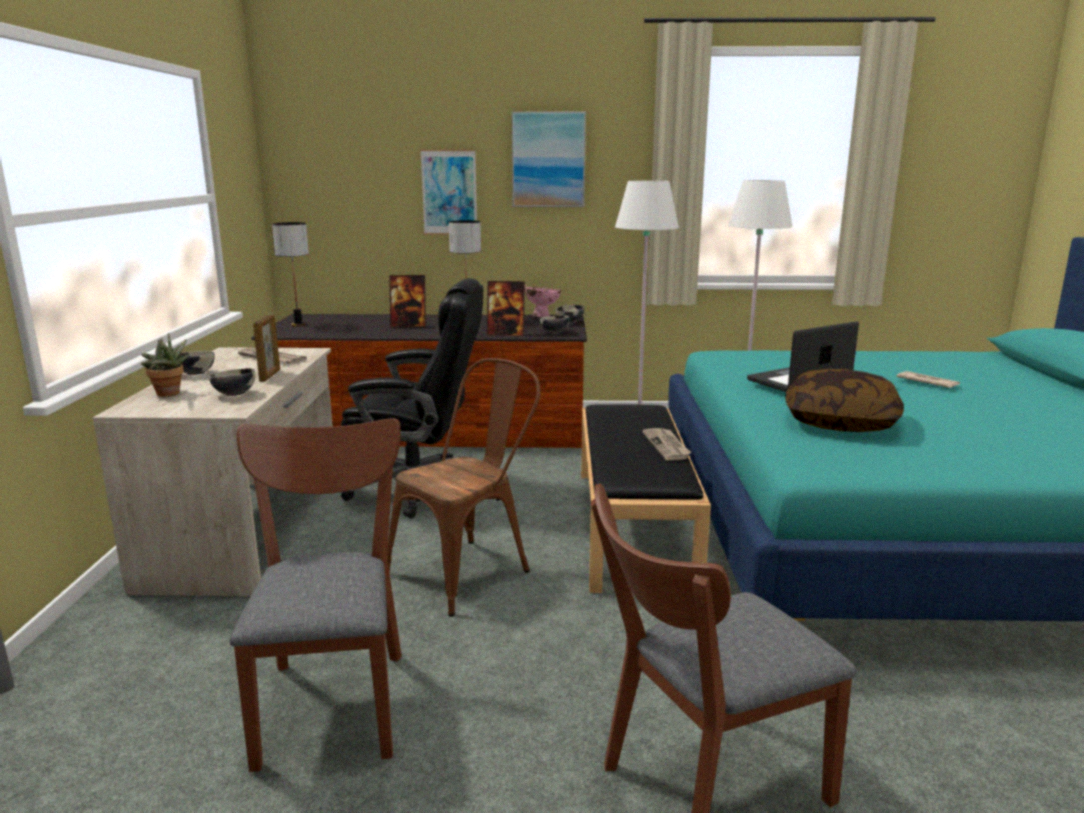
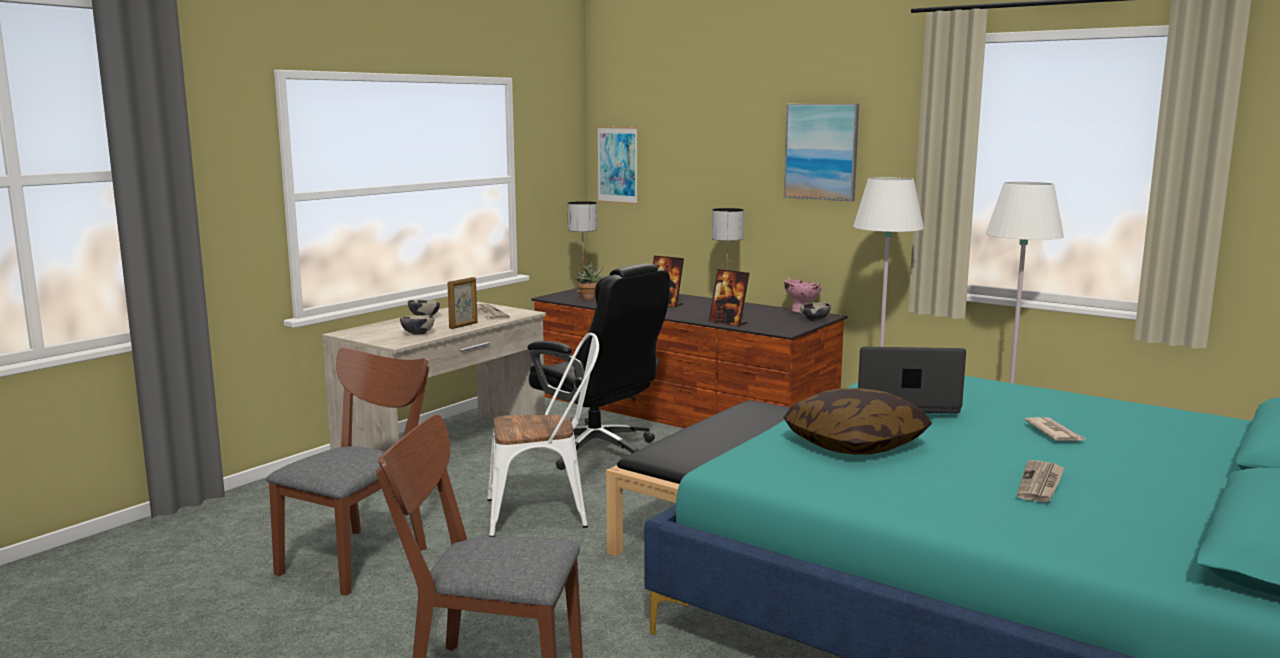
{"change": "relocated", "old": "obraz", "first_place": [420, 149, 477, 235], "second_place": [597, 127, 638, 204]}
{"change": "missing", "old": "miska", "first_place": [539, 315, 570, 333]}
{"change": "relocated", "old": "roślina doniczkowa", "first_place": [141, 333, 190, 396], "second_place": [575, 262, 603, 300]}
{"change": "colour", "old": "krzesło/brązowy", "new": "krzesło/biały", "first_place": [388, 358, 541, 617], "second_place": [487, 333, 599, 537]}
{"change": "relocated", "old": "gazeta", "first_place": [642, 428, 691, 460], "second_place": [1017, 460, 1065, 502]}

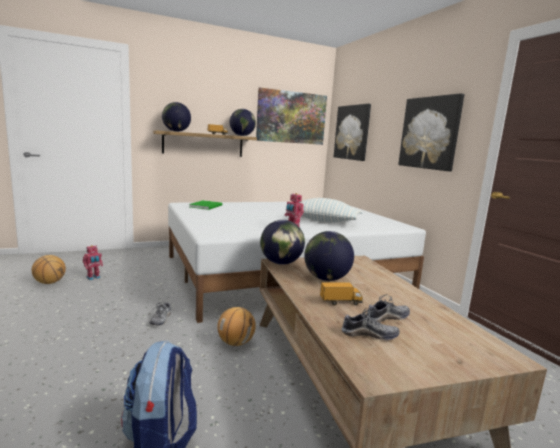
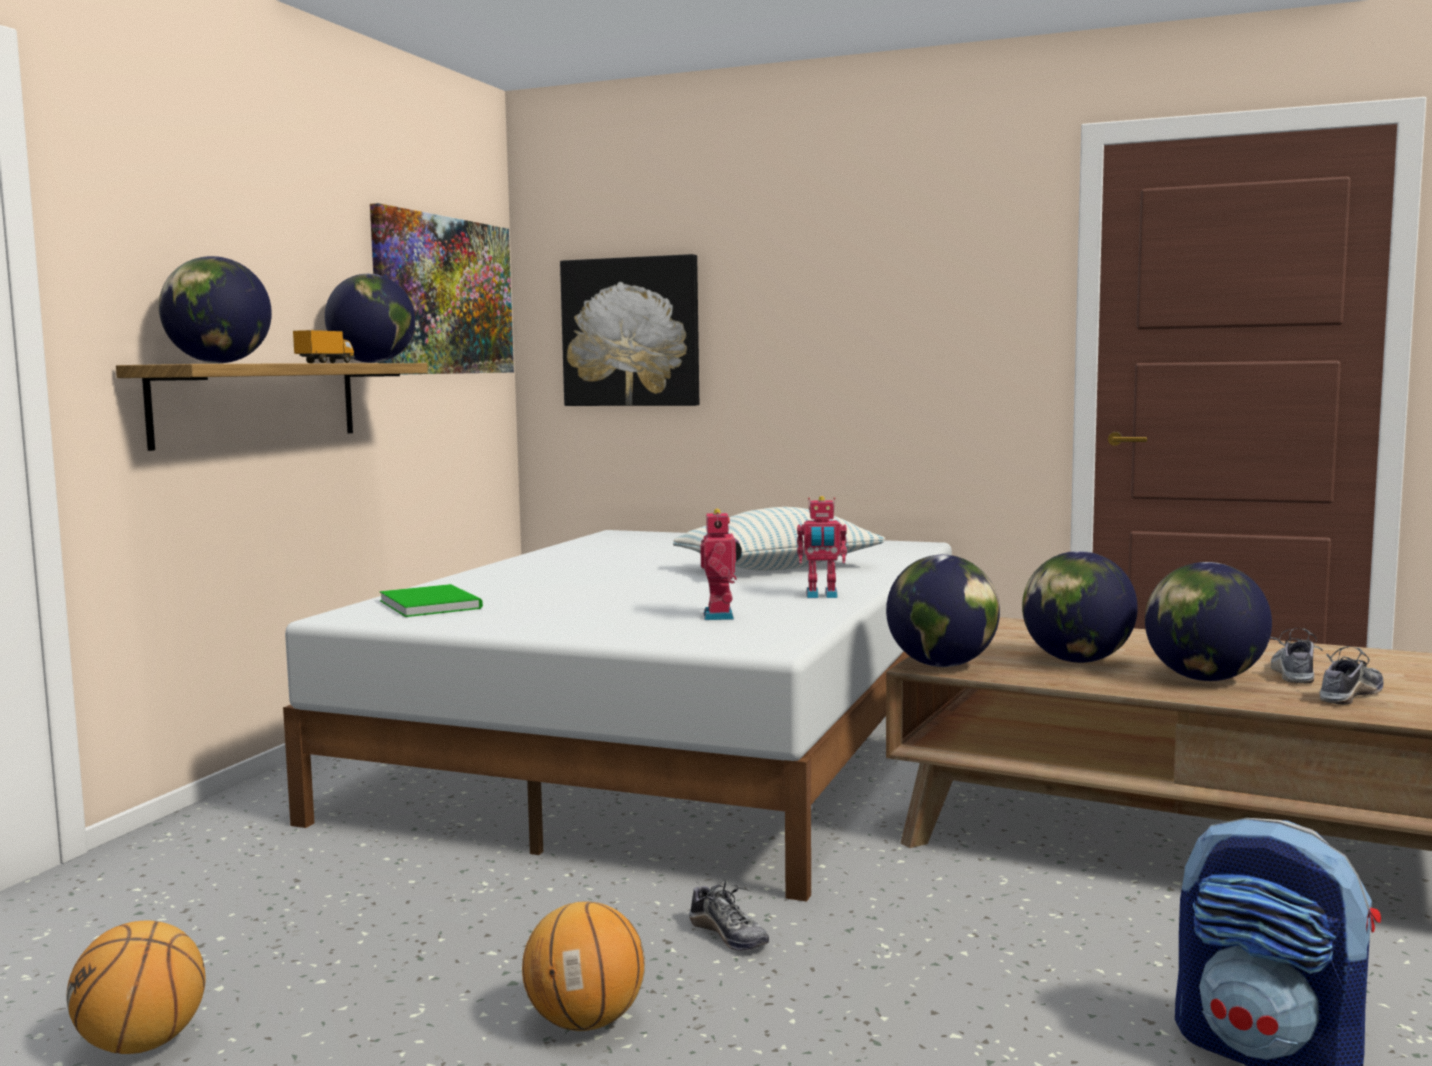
{"change": "missing", "old": "obraz", "first_place": [398, 93, 464, 171]}
{"change": "relocated", "old": "robot zabawkowy", "first_place": [83, 245, 103, 280], "second_place": [700, 509, 742, 620]}
{"change": "exchanged", "old": "ciężarówka zabawkowa", "new": "globus", "first_place": [320, 282, 363, 305], "second_place": [1145, 562, 1272, 681]}
{"change": "relocated", "old": "piłka do koszykówki", "first_place": [217, 307, 256, 346], "second_place": [522, 901, 645, 1031]}

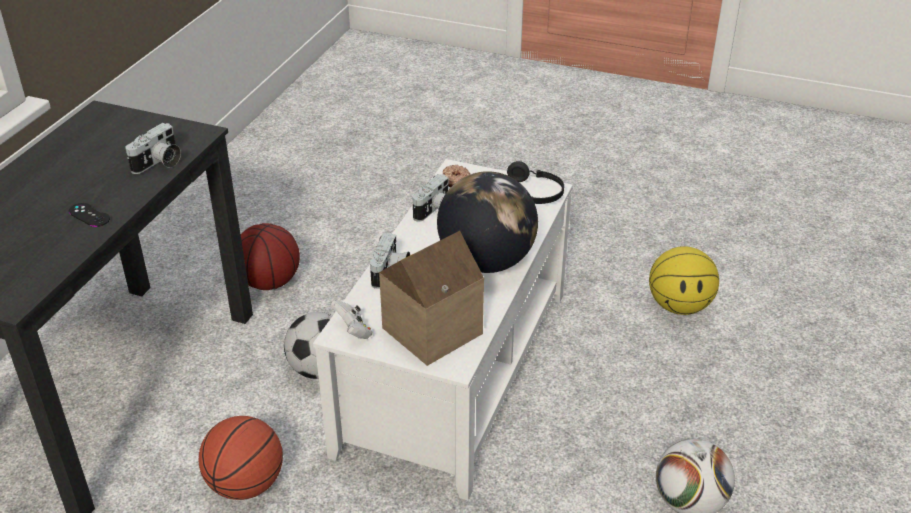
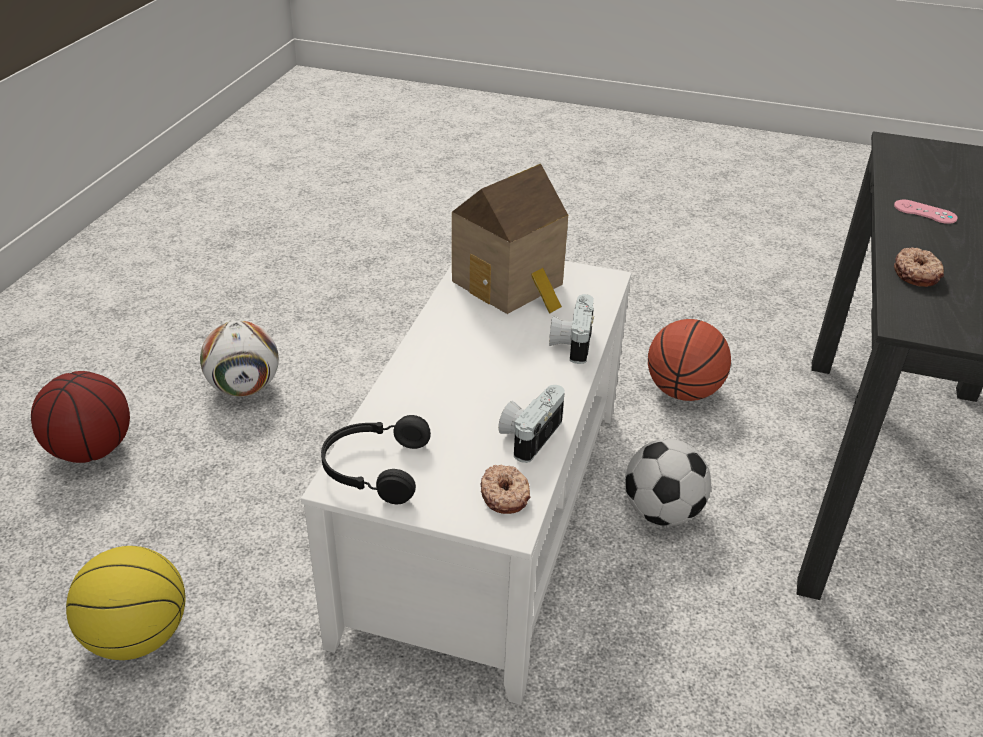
{"change": "exchanged", "old": "aparat fotograficzny", "new": "donut", "first_place": [125, 123, 181, 174], "second_place": [894, 247, 944, 287]}
{"change": "missing", "old": "globus", "first_place": [437, 171, 538, 273]}
{"change": "colour", "old": "pad do gier/czarny", "new": "pad do gier/różowy", "first_place": [69, 203, 110, 227], "second_place": [894, 200, 958, 224]}
{"change": "relocated", "old": "piłka do koszykówki", "first_place": [241, 223, 300, 290], "second_place": [31, 371, 130, 463]}
{"change": "missing", "old": "pad do gier/biały", "first_place": [331, 300, 372, 339]}

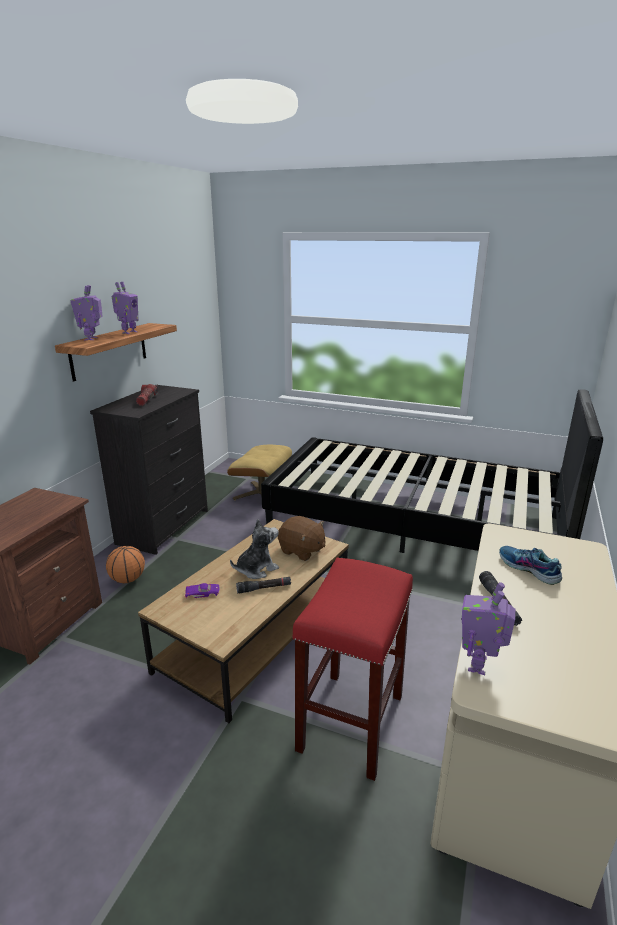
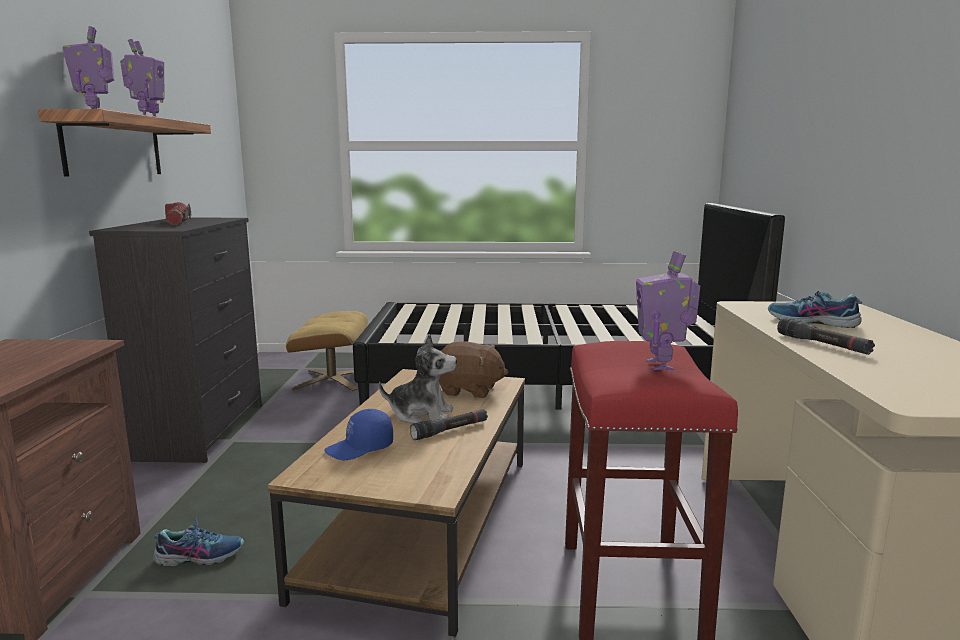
{"change": "spun", "old": "pluszak", "first_place": [230, 519, 279, 579], "second_place": [379, 334, 457, 424], "degrees": 60}
{"change": "missing", "old": "piłka do koszykówki", "first_place": [106, 546, 145, 583]}
{"change": "relocated", "old": "robot zabawkowy", "first_place": [462, 582, 515, 675], "second_place": [636, 251, 700, 370]}
{"change": "exchanged", "old": "samochodzik/fioletowy", "new": "czapka z daszkiem/niebieski", "first_place": [185, 583, 220, 598], "second_place": [324, 409, 393, 460]}
{"change": "appeared", "new": "but", "second_place": [153, 515, 244, 567]}

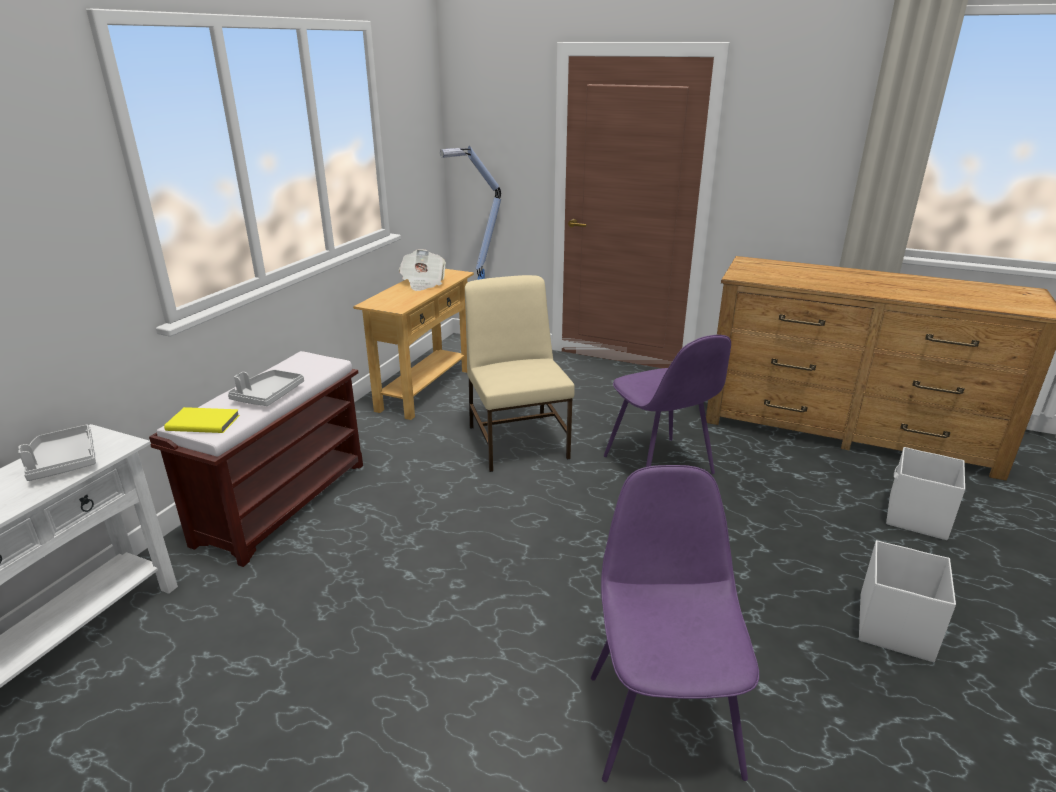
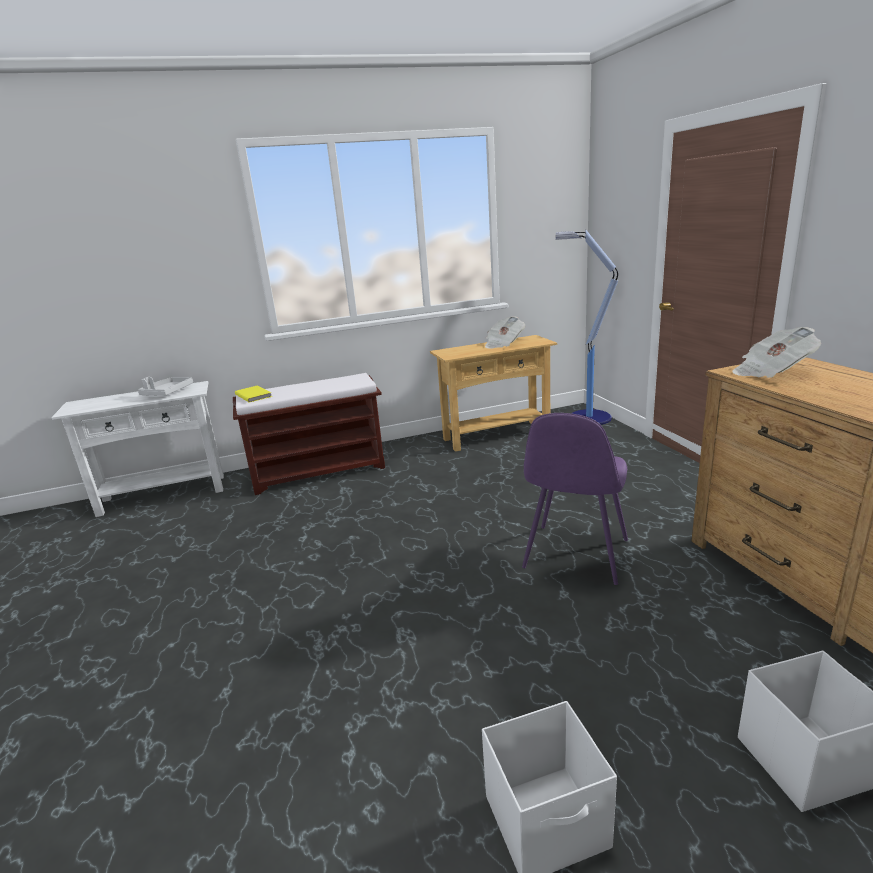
{"change": "missing", "old": "krzesło/beżowy", "first_place": [465, 275, 575, 472]}
{"change": "missing", "old": "taca/szary", "first_place": [228, 370, 304, 406]}
{"change": "missing", "old": "krzesło/fioletowy", "first_place": [591, 465, 759, 782]}
{"change": "appeared", "new": "gazeta", "second_place": [732, 327, 821, 378]}

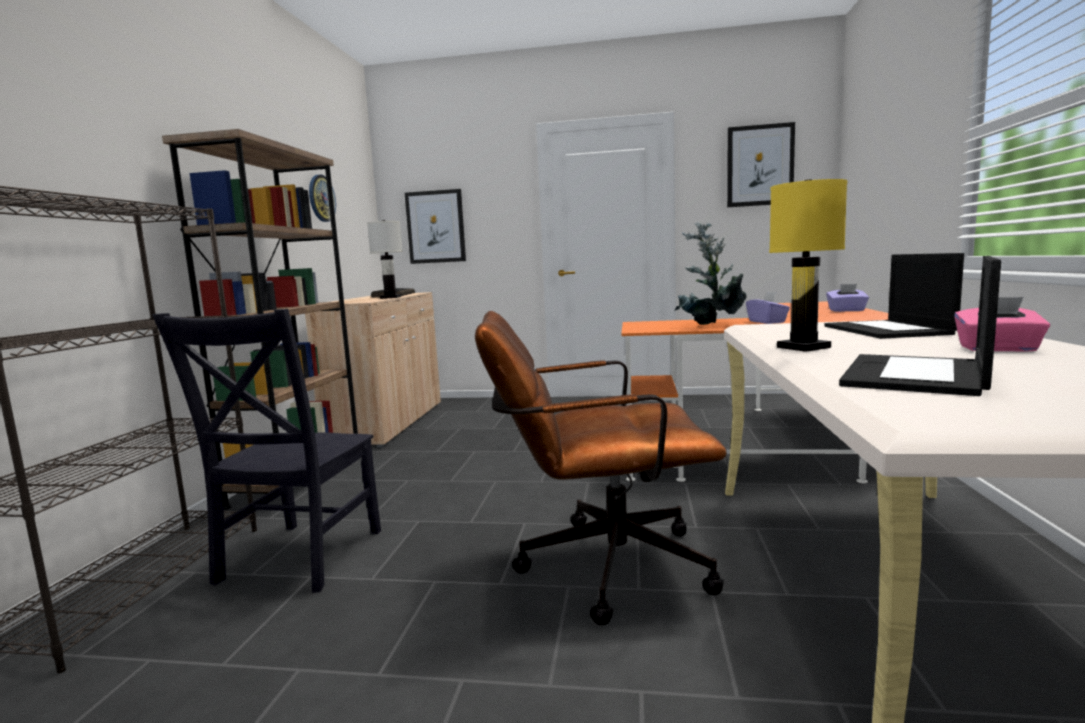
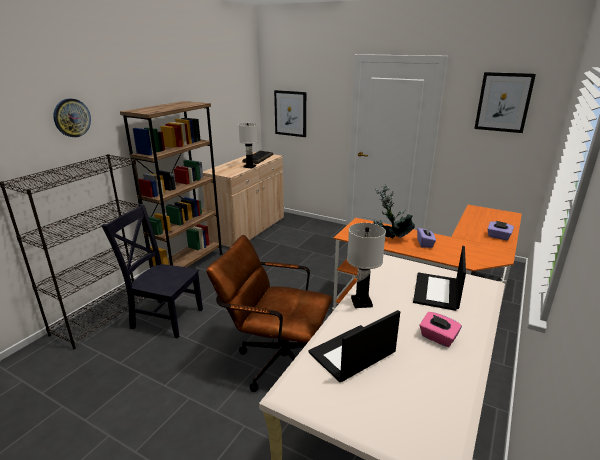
{"change": "relocated", "old": "zegar ścienny", "first_place": [309, 174, 336, 222], "second_place": [53, 98, 91, 137]}
{"change": "colour", "old": "lampa stołowa/żółty", "new": "lampa stołowa/biały", "first_place": [769, 179, 847, 352], "second_place": [347, 223, 386, 308]}
{"change": "spun", "old": "krzesło/czarny", "first_place": [152, 309, 381, 593], "second_place": [101, 204, 203, 338], "degrees": 75}

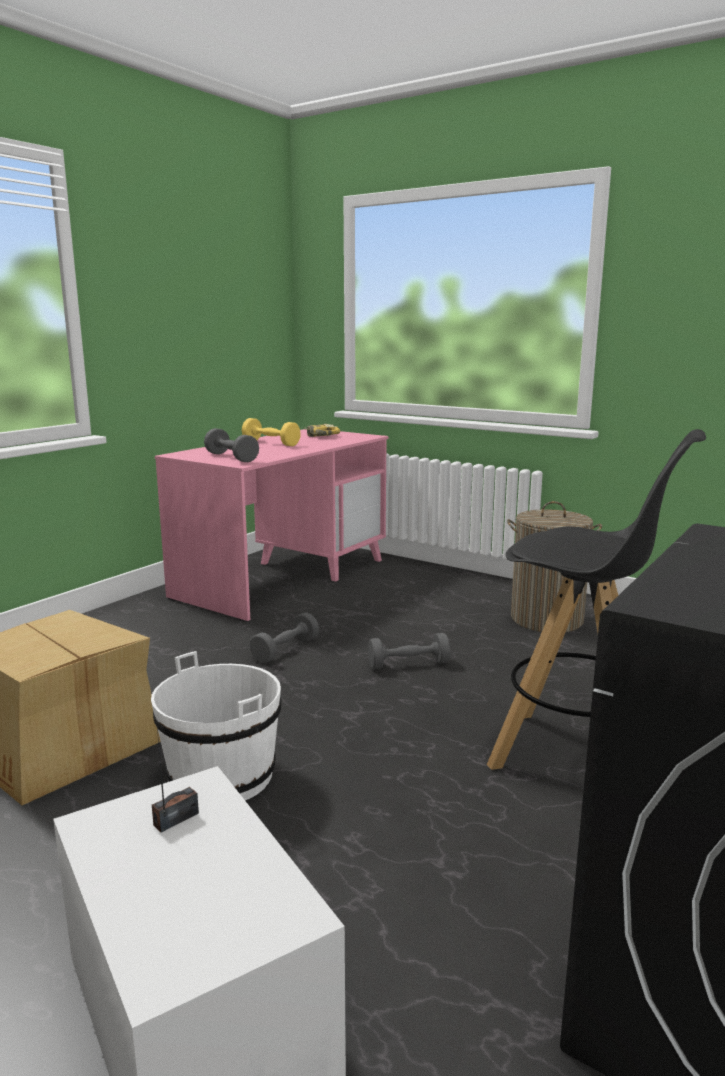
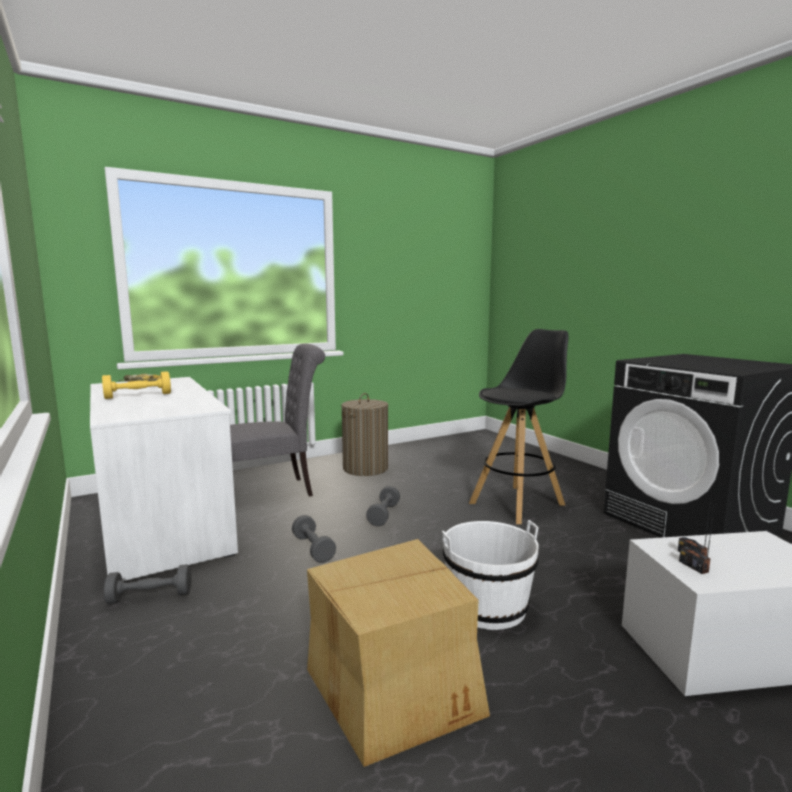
{"change": "relocated", "old": "hantel/szary", "first_place": [204, 428, 259, 462], "second_place": [104, 564, 191, 604]}
{"change": "colour", "old": "biurko/różowy", "new": "biurko/biały", "first_place": [155, 429, 388, 622], "second_place": [90, 377, 238, 582]}
{"change": "appeared", "new": "krzesło/szary", "second_place": [230, 343, 325, 497]}
{"change": "appeared", "new": "radio", "second_place": [679, 508, 714, 574]}

